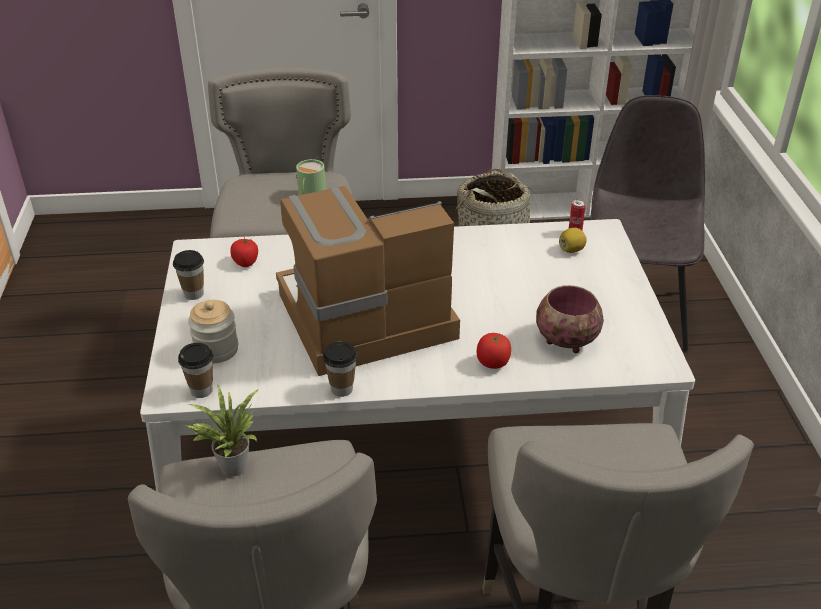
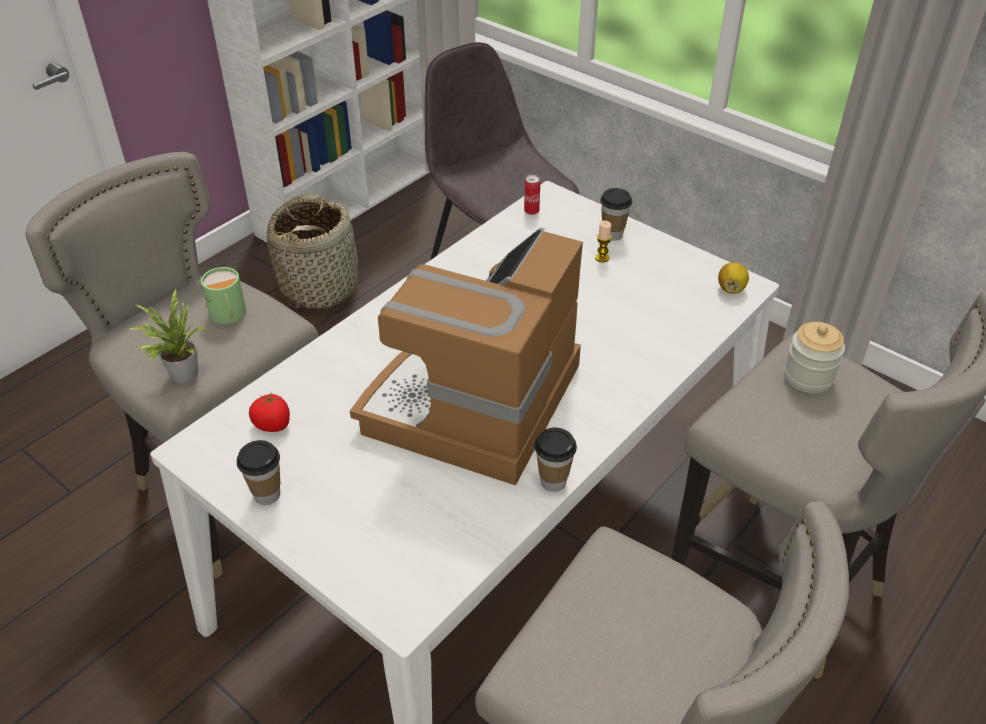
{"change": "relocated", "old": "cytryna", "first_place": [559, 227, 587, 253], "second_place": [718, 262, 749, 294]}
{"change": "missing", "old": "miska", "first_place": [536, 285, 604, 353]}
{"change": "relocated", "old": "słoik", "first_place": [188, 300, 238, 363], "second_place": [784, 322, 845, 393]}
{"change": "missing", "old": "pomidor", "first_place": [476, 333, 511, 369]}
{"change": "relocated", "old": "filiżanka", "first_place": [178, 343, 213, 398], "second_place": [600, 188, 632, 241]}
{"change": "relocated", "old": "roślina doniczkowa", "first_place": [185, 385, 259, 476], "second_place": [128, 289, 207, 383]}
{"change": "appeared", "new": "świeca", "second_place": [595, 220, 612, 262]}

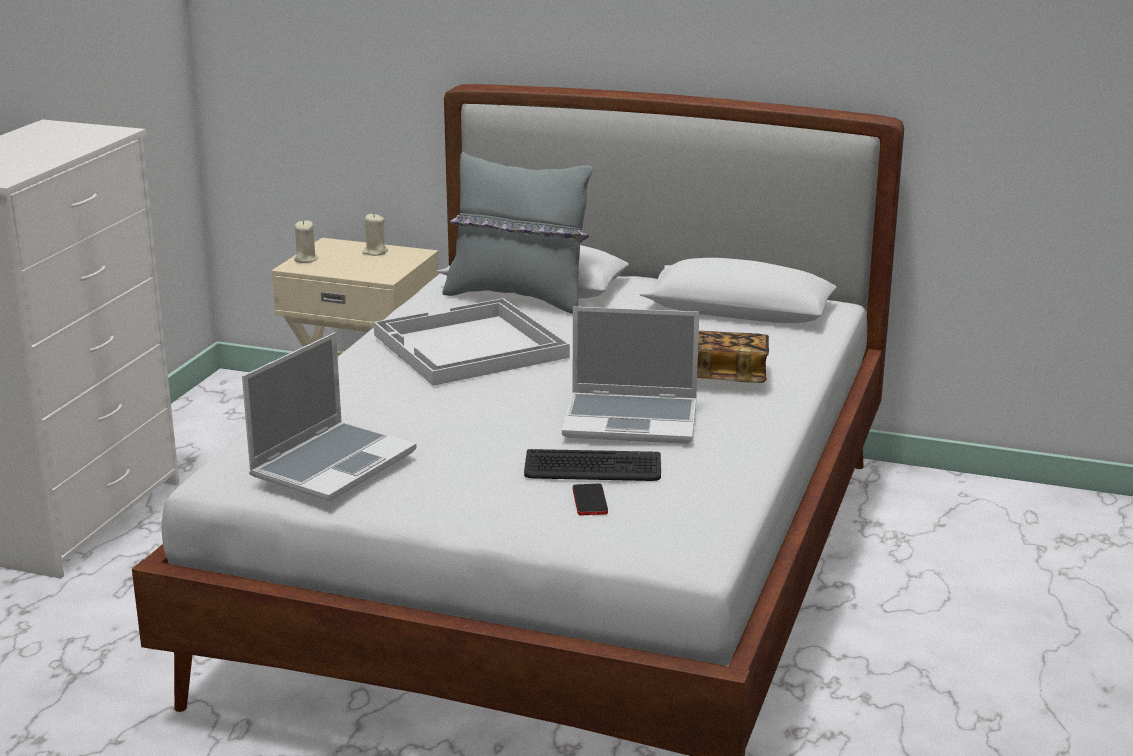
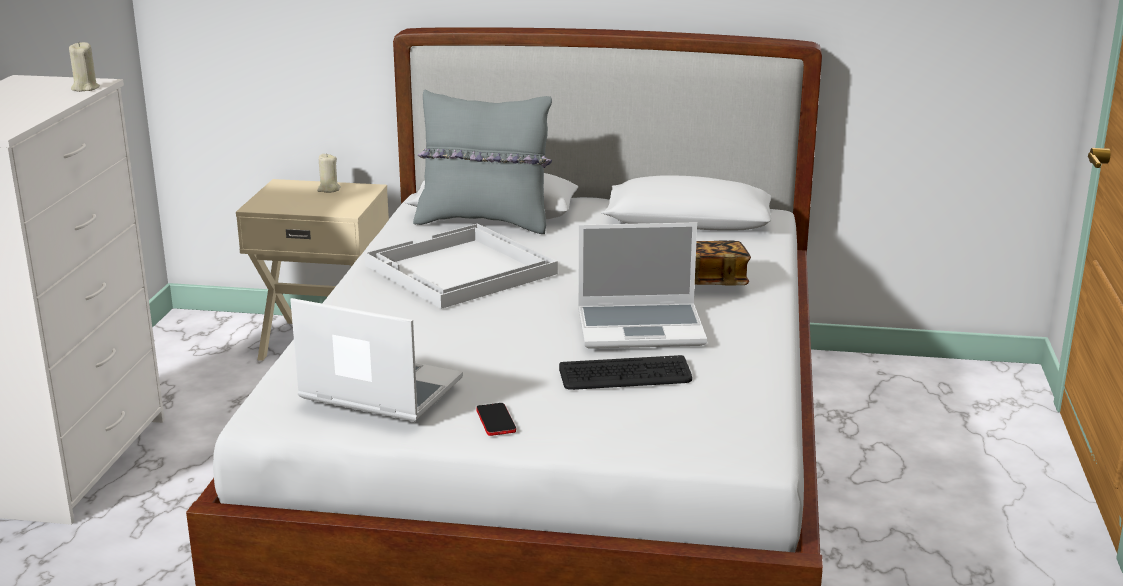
{"change": "relocated", "old": "świeca/beżowy", "first_place": [294, 220, 318, 263], "second_place": [69, 42, 100, 92]}
{"change": "spun", "old": "laptop", "first_place": [242, 332, 416, 502], "second_place": [290, 298, 463, 422], "degrees": -90}
{"change": "relocated", "old": "telefon", "first_place": [573, 484, 608, 515], "second_place": [476, 403, 516, 436]}

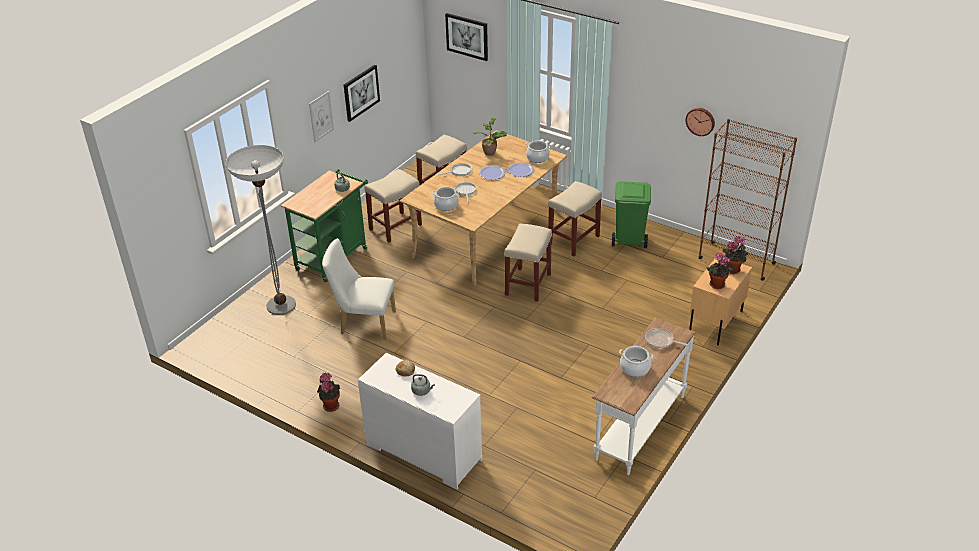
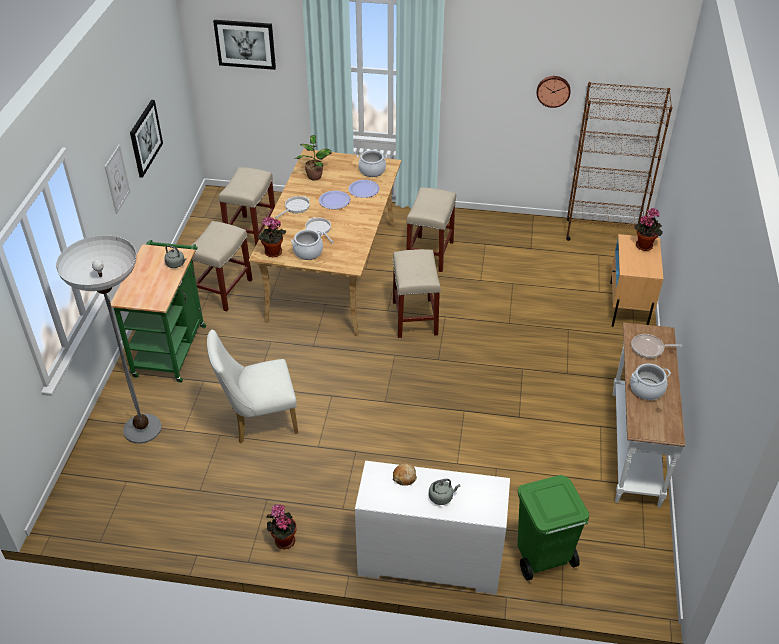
{"change": "relocated", "old": "kosz na śmieci/zielony", "first_place": [612, 181, 651, 248], "second_place": [517, 475, 589, 581]}
{"change": "relocated", "old": "roślina doniczkowa", "first_place": [706, 253, 733, 289], "second_place": [257, 217, 286, 257]}

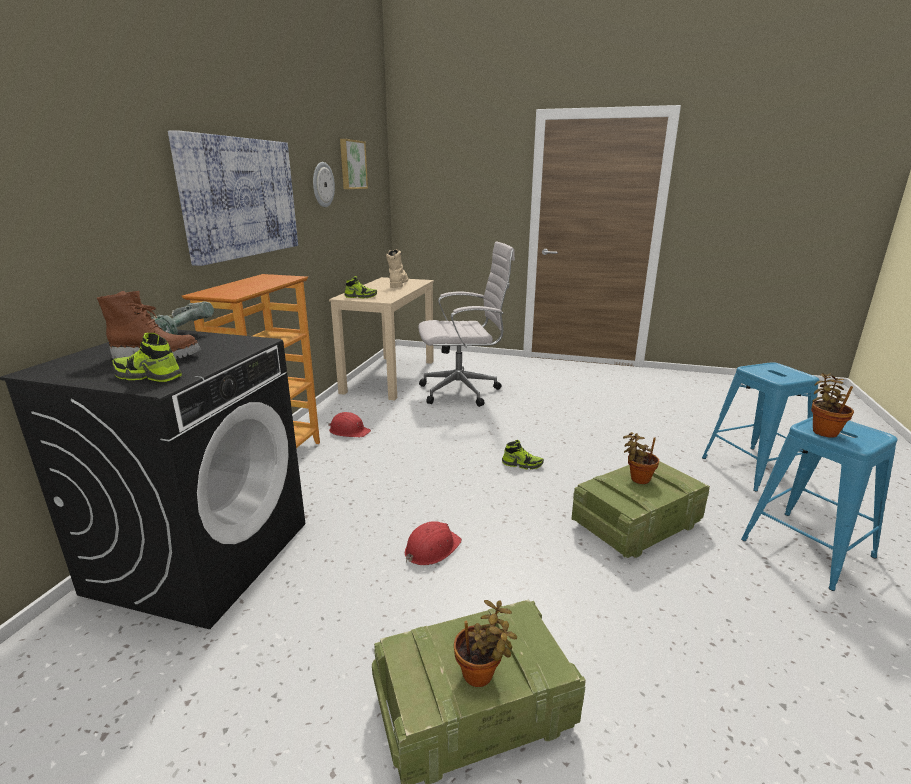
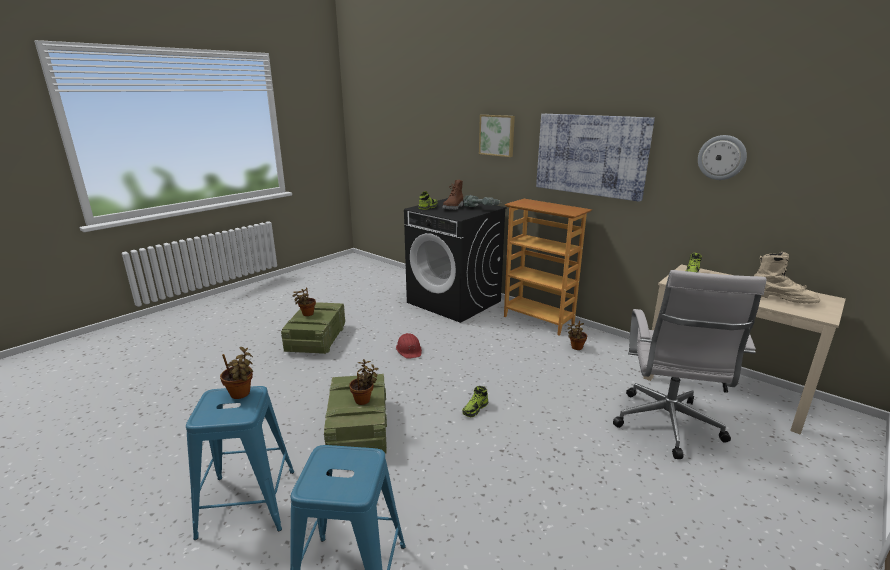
{"change": "relocated", "old": "obraz", "first_place": [340, 139, 368, 189], "second_place": [479, 115, 515, 157]}
{"change": "exchanged", "old": "kask/czerwony", "new": "roślina doniczkowa", "first_place": [328, 412, 371, 437], "second_place": [567, 321, 587, 350]}

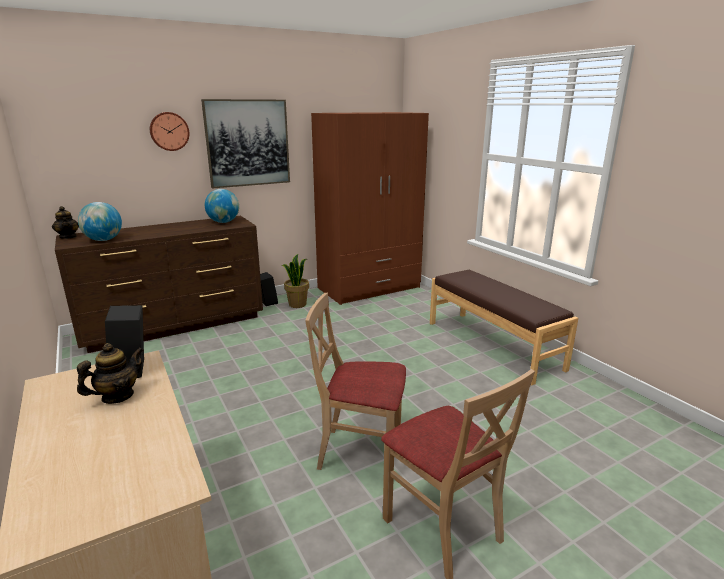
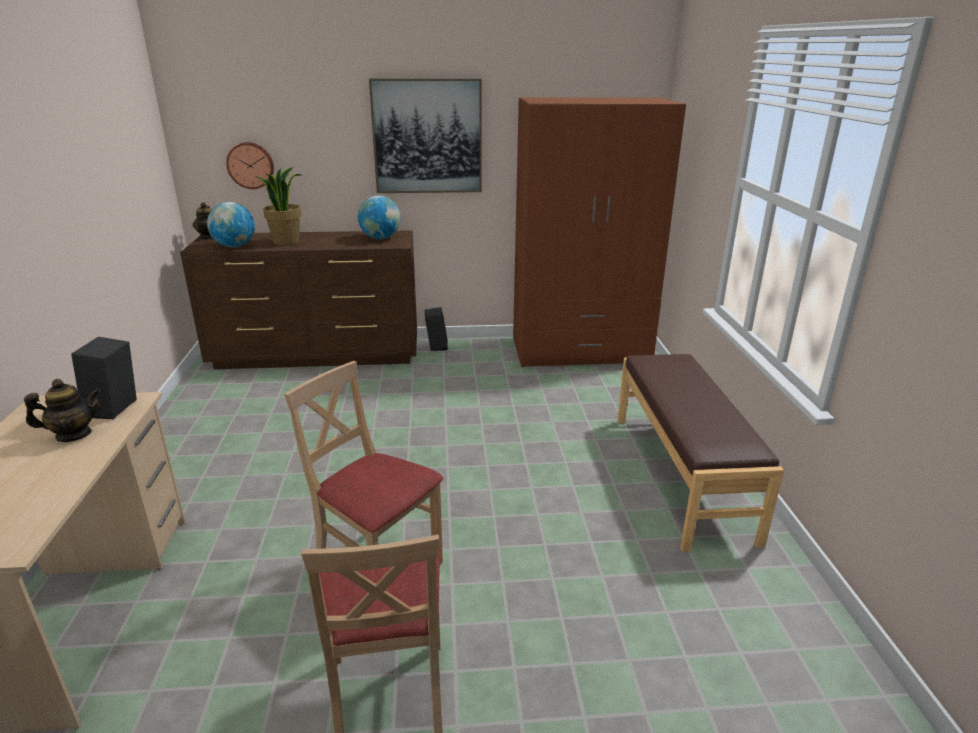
{"change": "relocated", "old": "zegar ścienny", "first_place": [150, 112, 190, 151], "second_place": [226, 142, 274, 189]}
{"change": "relocated", "old": "roślina doniczkowa", "first_place": [282, 254, 309, 308], "second_place": [254, 167, 302, 246]}

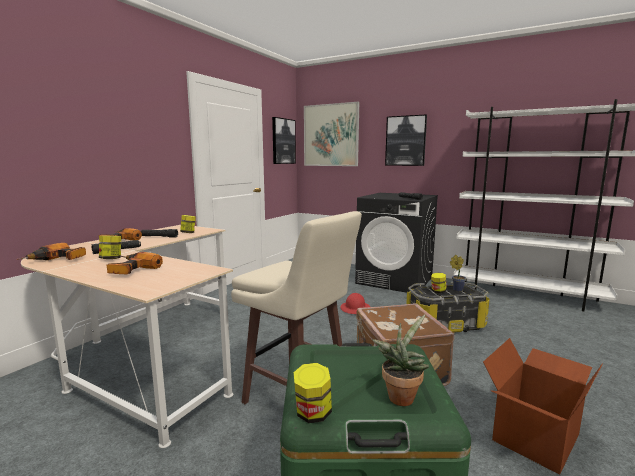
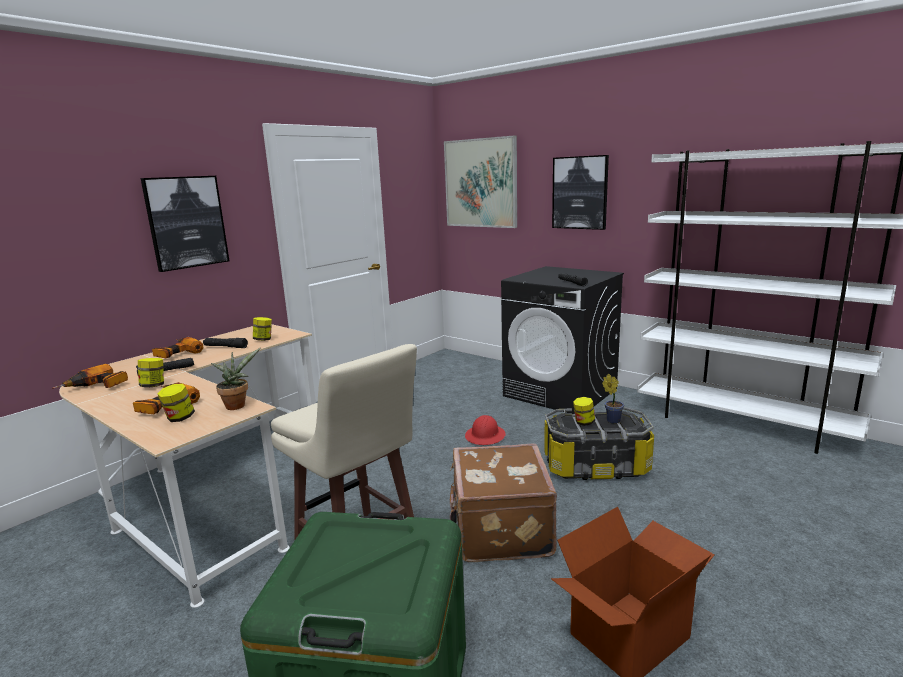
{"change": "relocated", "old": "obraz", "first_place": [272, 117, 296, 164], "second_place": [141, 176, 230, 272]}
{"change": "relocated", "old": "roślina doniczkowa", "first_place": [372, 315, 429, 406], "second_place": [211, 348, 260, 410]}
{"change": "relocated", "old": "słoik", "first_place": [294, 363, 332, 423], "second_place": [158, 383, 195, 422]}

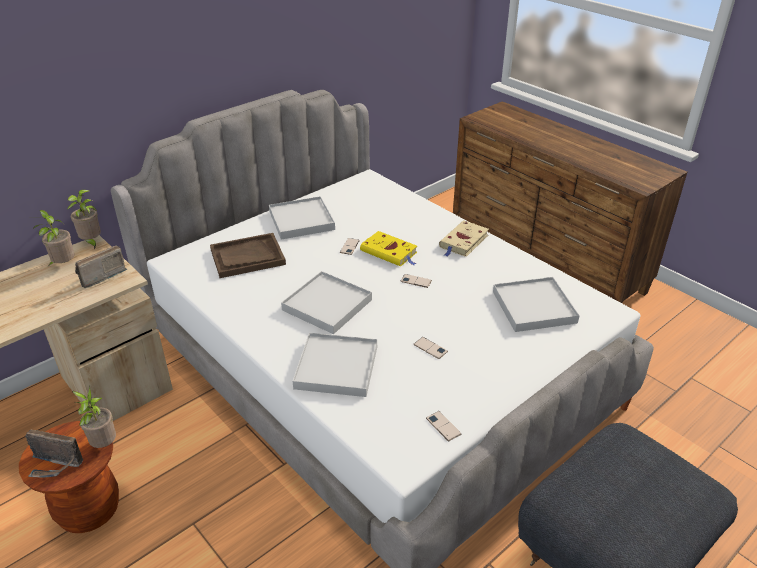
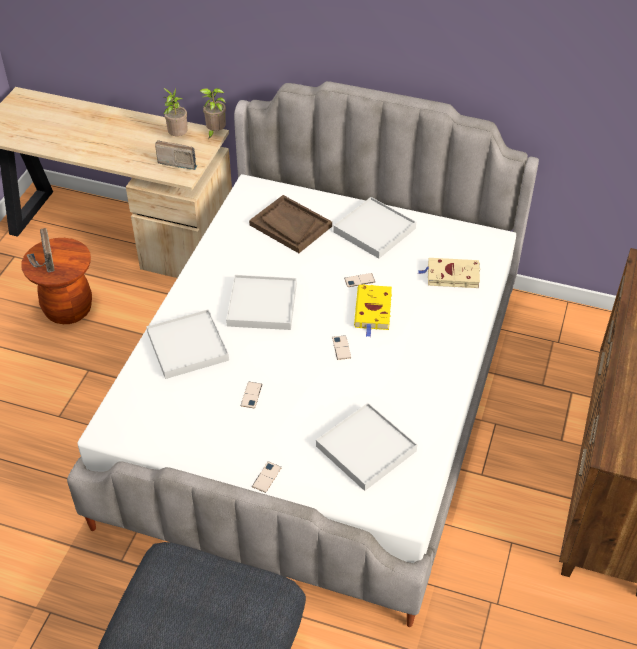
{"change": "relocated", "old": "książka/beżowy", "first_place": [439, 220, 489, 257], "second_place": [418, 258, 480, 288]}
{"change": "missing", "old": "roślina doniczkowa", "first_place": [73, 387, 116, 448]}
{"change": "relocated", "old": "telefon", "first_place": [426, 411, 461, 442], "second_place": [252, 461, 282, 493]}

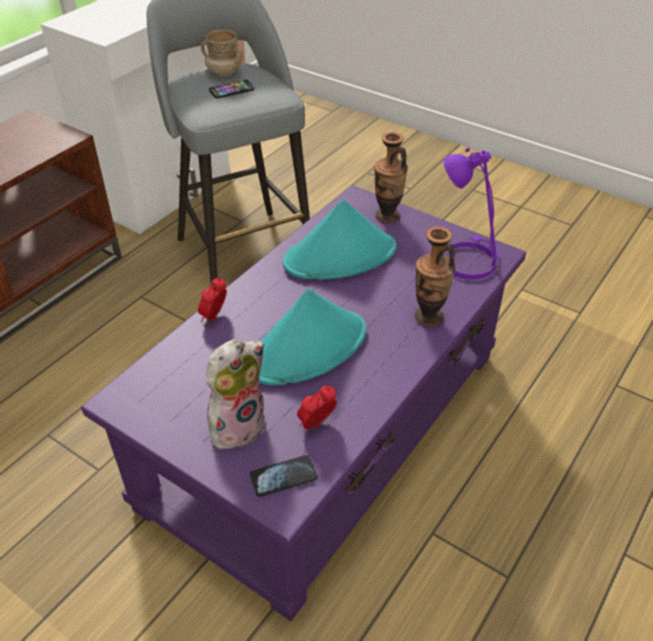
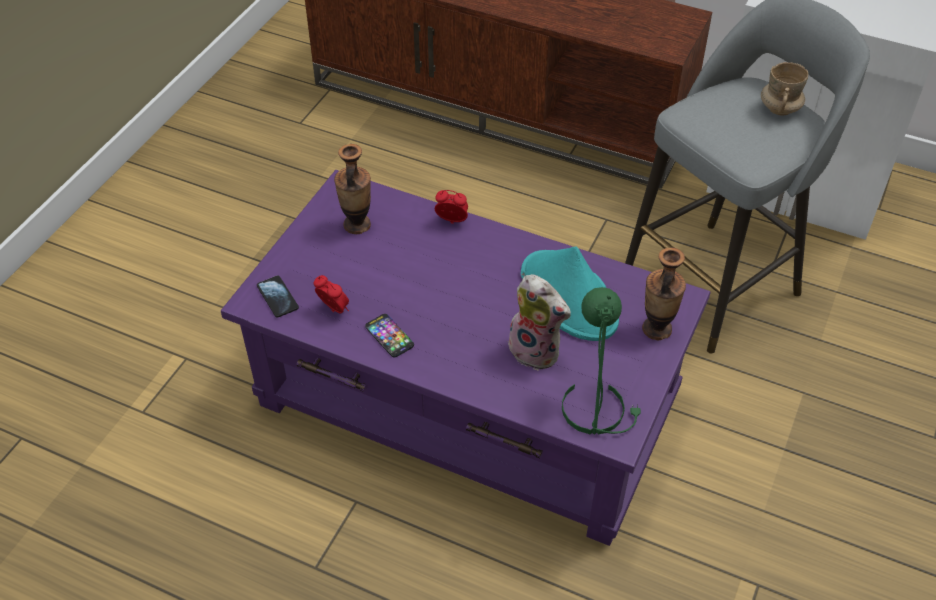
{"change": "relocated", "old": "telefon", "first_place": [209, 80, 255, 98], "second_place": [365, 314, 414, 357]}
{"change": "colour", "old": "lampa stołowa/fioletowy", "new": "lampa stołowa/zielony", "first_place": [444, 148, 499, 280], "second_place": [562, 287, 641, 434]}
{"change": "relocated", "old": "wazon", "first_place": [415, 227, 455, 327], "second_place": [334, 144, 371, 234]}
{"change": "missing", "old": "kapelusz/turkusowy", "first_place": [259, 289, 366, 385]}
{"change": "relocated", "old": "pluszak", "first_place": [206, 339, 265, 451], "second_place": [506, 274, 571, 371]}

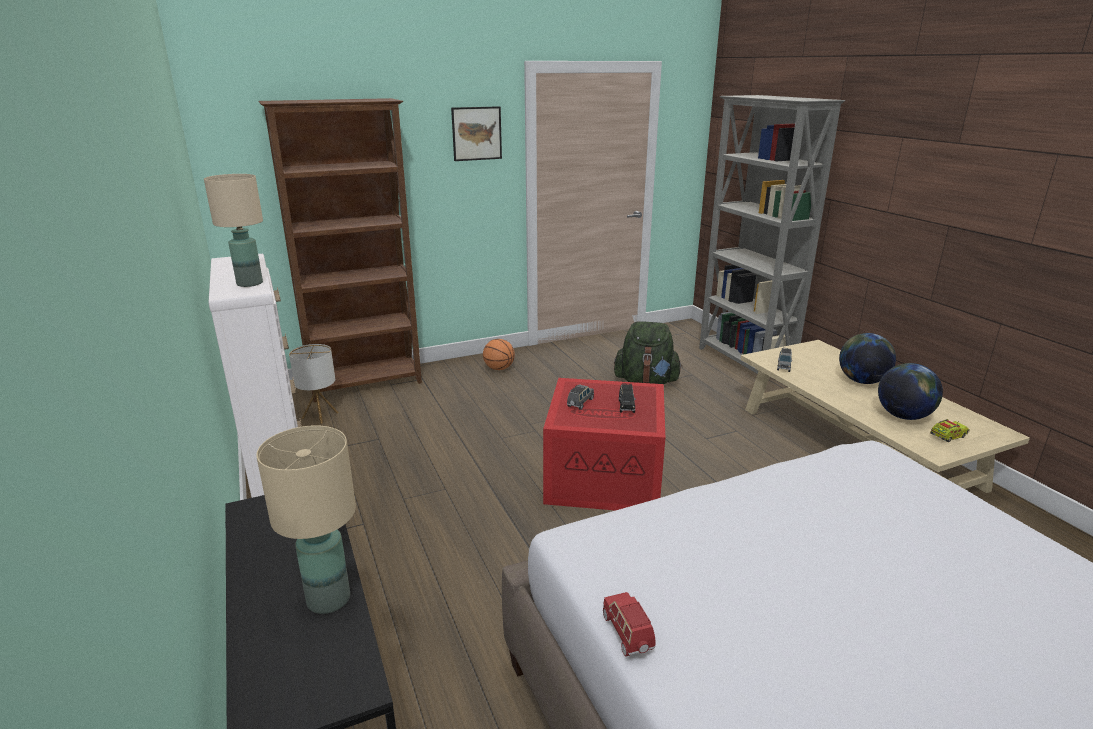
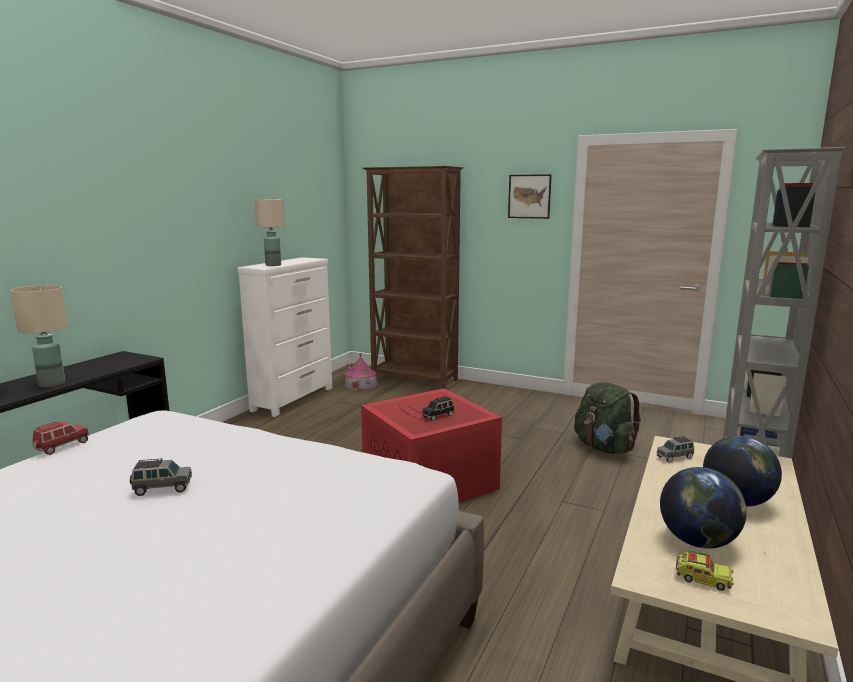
{"change": "missing", "old": "piłka do koszykówki", "first_place": [483, 339, 515, 370]}
{"change": "exchanged", "old": "lampa stołowa", "new": "domek", "first_place": [289, 344, 339, 424], "second_place": [345, 353, 378, 391]}
{"change": "relocated", "old": "samochodzik/szary", "first_place": [567, 384, 594, 410], "second_place": [130, 458, 192, 496]}

